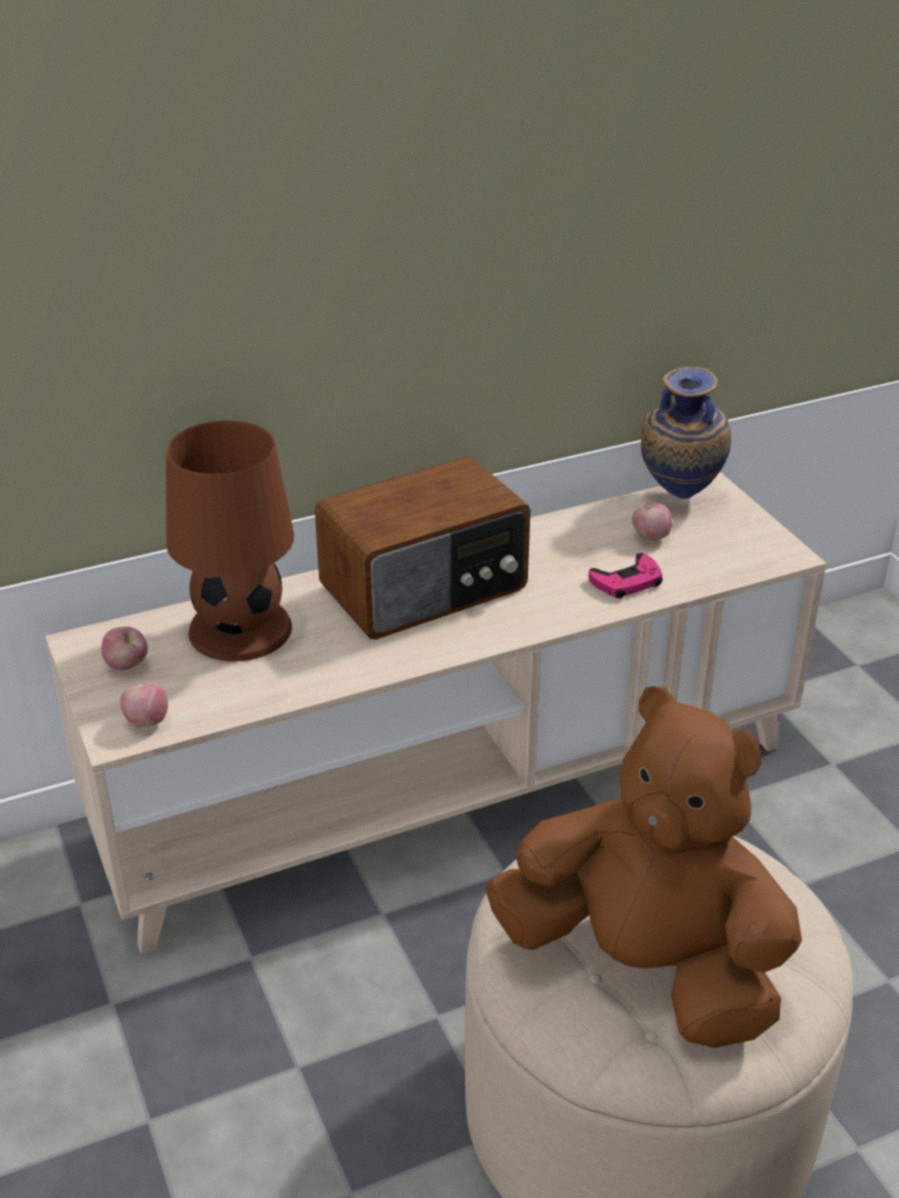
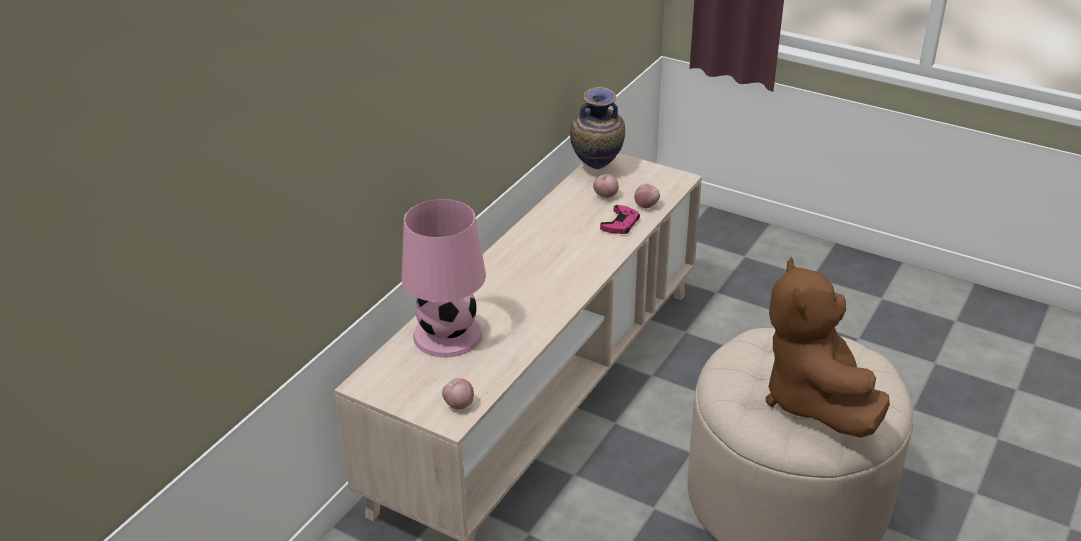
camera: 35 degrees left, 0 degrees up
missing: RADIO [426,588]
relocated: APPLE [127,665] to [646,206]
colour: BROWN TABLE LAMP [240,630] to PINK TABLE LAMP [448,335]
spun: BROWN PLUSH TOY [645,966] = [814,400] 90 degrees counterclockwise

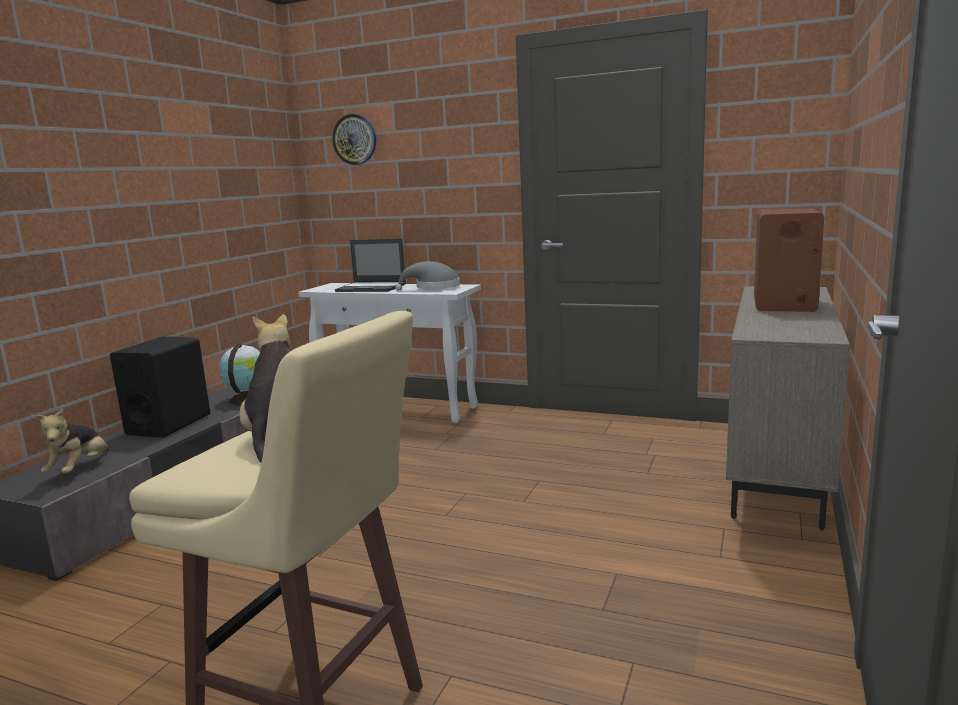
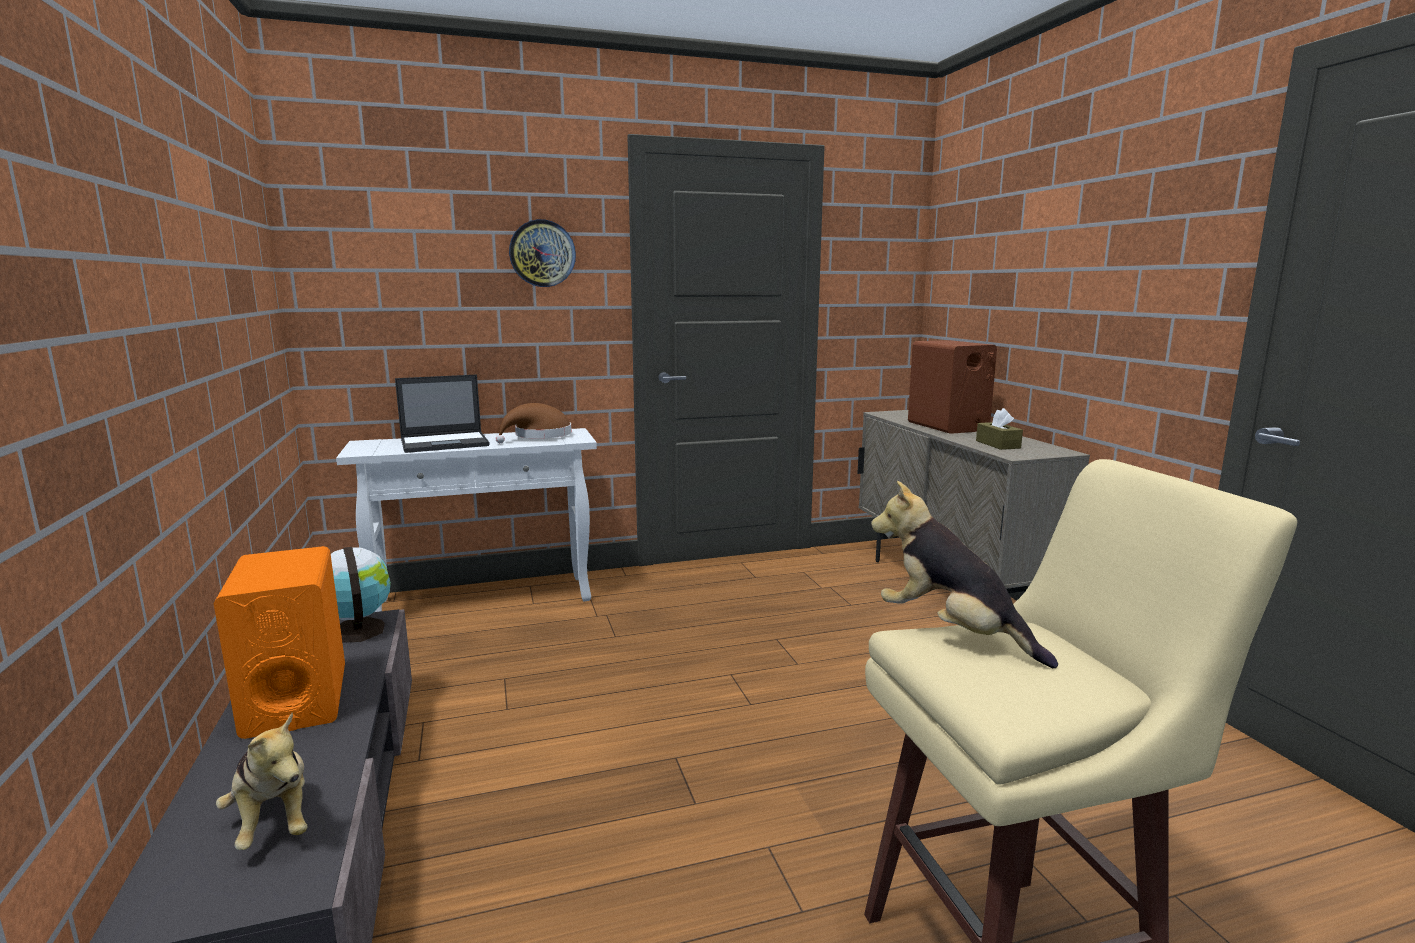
camera: 40 degrees left, 0 degrees up
appeared: BROWN TISSUE BOX [997,444]
relocated: WALL CLOCK [355,139] to [542,253]
colour: GREY HAT [434,287] to BROWN HAT [539,436]; BLACK SPEAKER [169,424] to ORANGE SPEAKER [296,700]

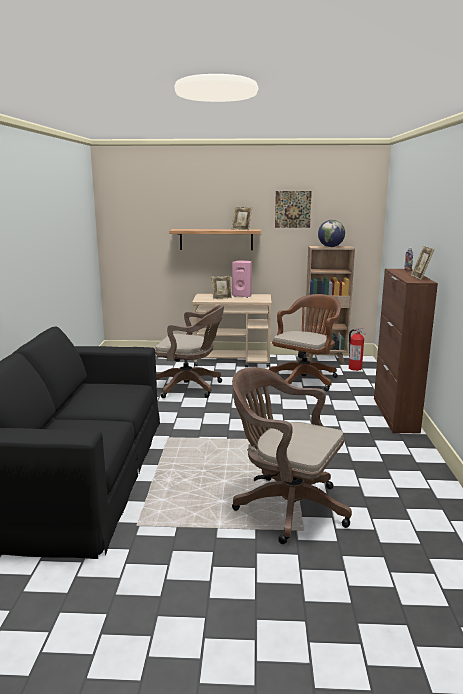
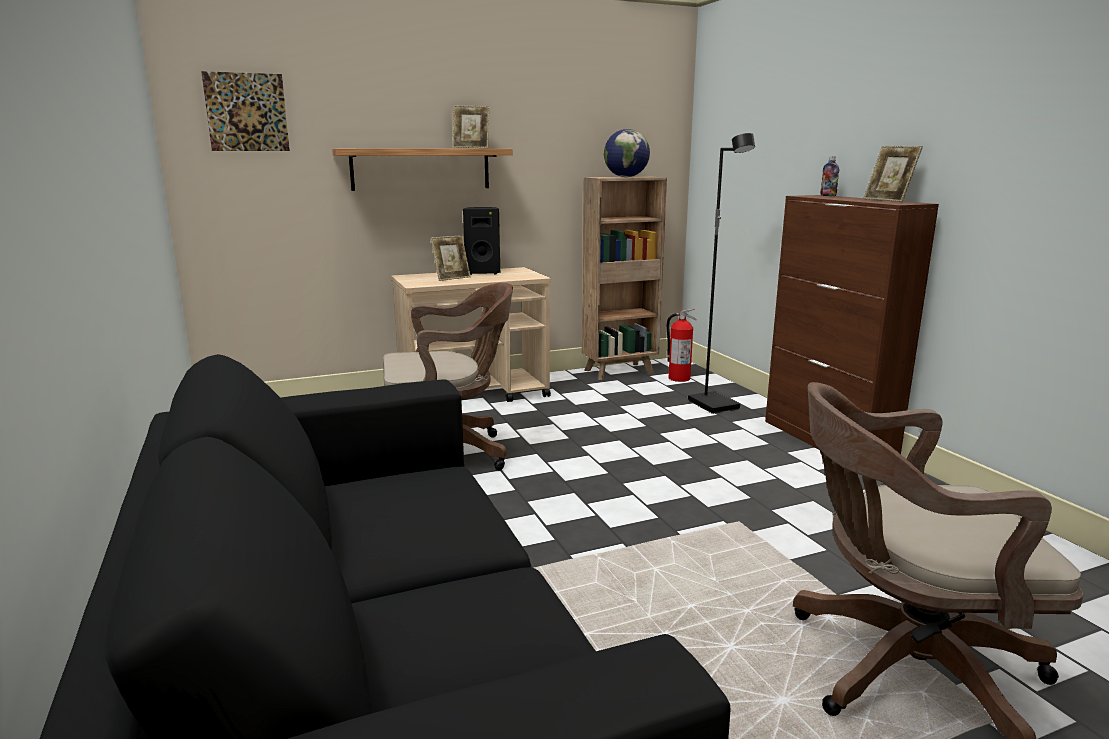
camera: 25 degrees left, 0 degrees up
missing: BROWN OFFICE CHAIR [305,379]
appeared: BLACK FLOOR LAMP [714,405]
relocated: PICTURE [293,209] to [247,112]
colour: PINK SPEAKER [242,296] to BLACK SPEAKER [483,272]

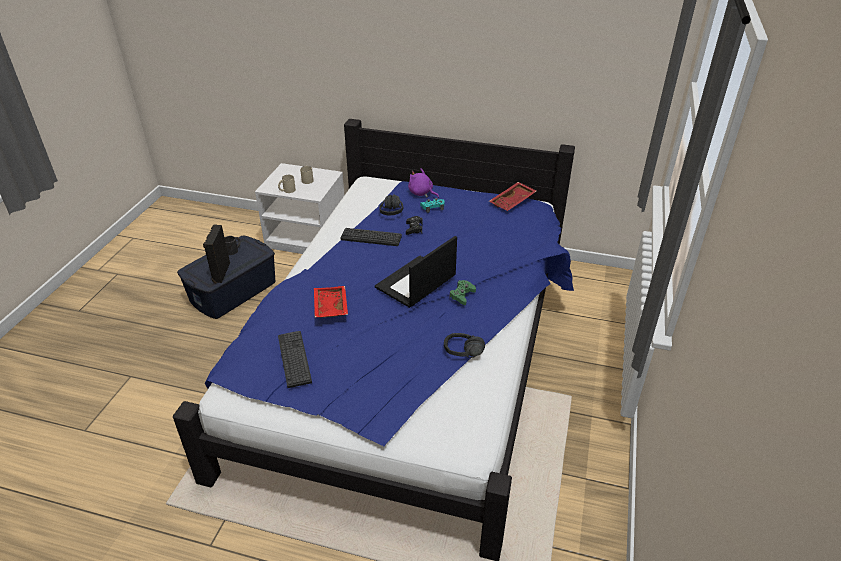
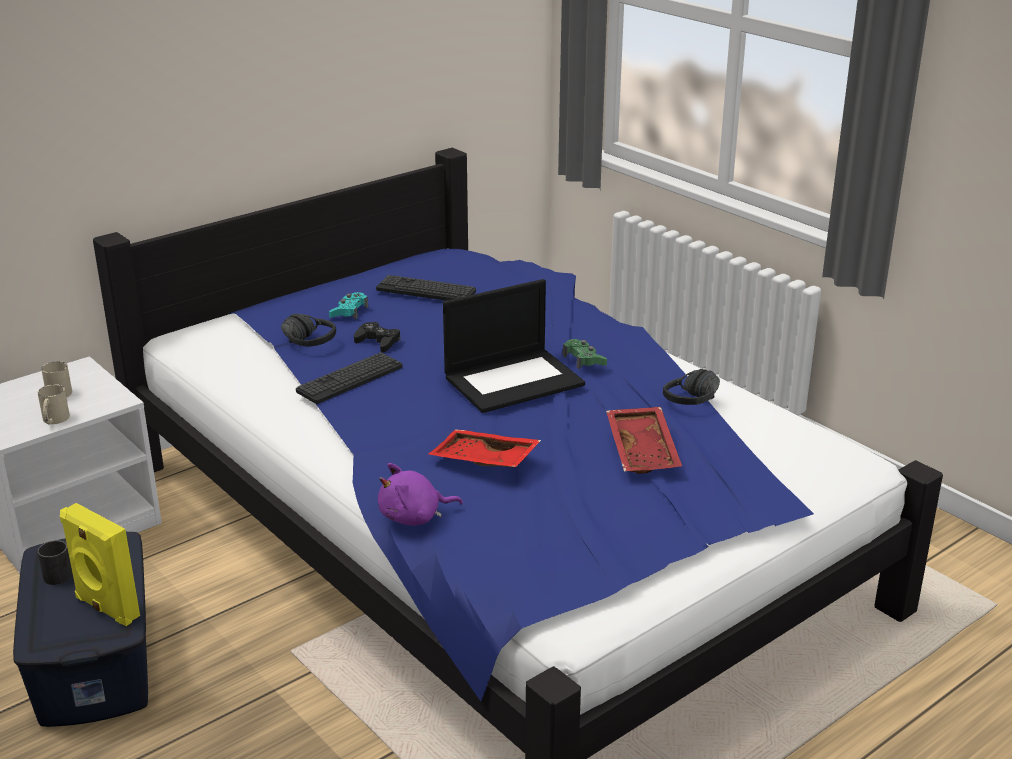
camera: 55 degrees left, 10 degrees down
relocated: PURPLE PLUSH TOY [421,193] to [414,517]; RED TRAY [513,202] to [644,450]; KEYBOARD [294,359] to [426,290]
colour: BLACK SPEAKER [220,272] to YELLOW SPEAKER [106,608]
spun: LAPTOP [415,282] = [514,380] 105 degrees counterclockwise

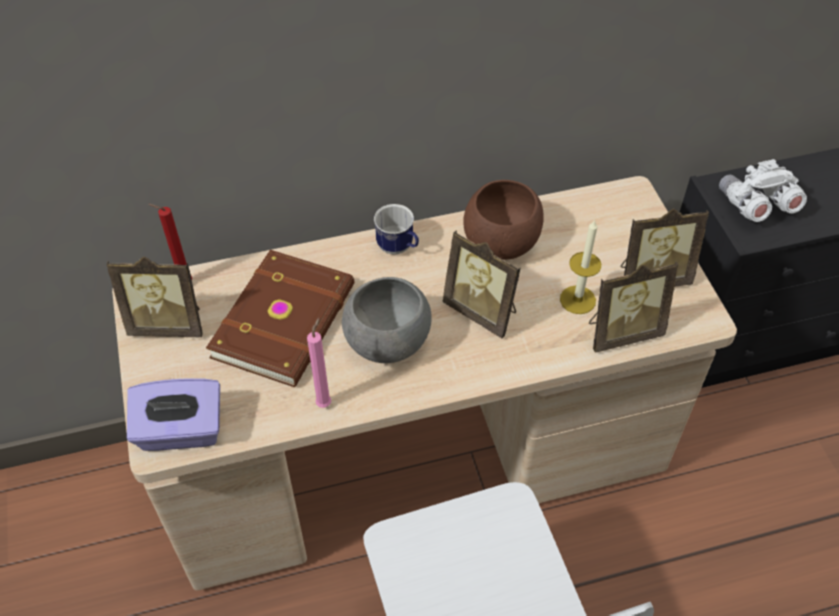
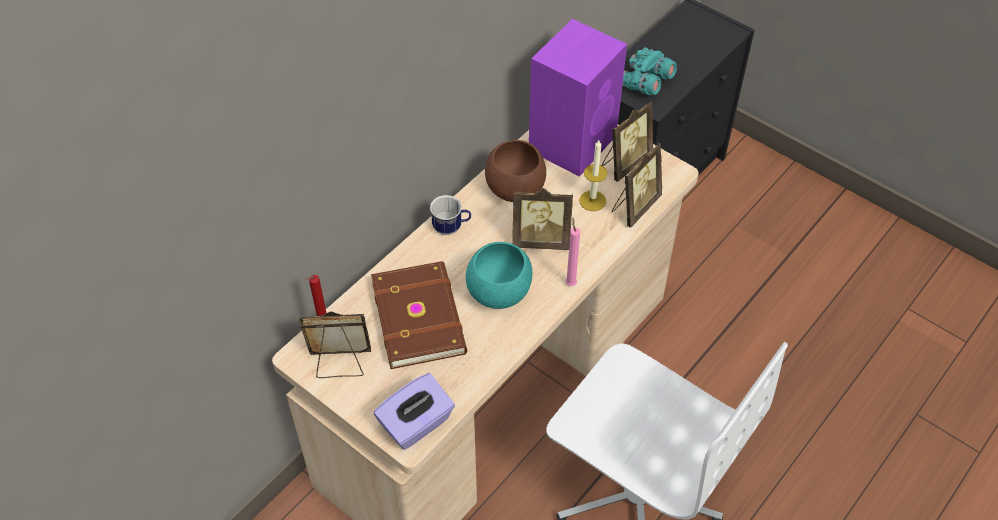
camera: 35 degrees left, 0 degrees up
appeared: PURPLE SPEAKER [573,141]
relocated: PINK CANDLE [325,402] to [570,283]
colour: WHITE BINOCULARS [755,206] to TURQUOISE BINOCULARS [643,84]; GREY BOWL [389,343] to TURQUOISE BOWL [500,293]
spun: PICTURE FRAME [169,324] = [340,364] 150 degrees counterclockwise

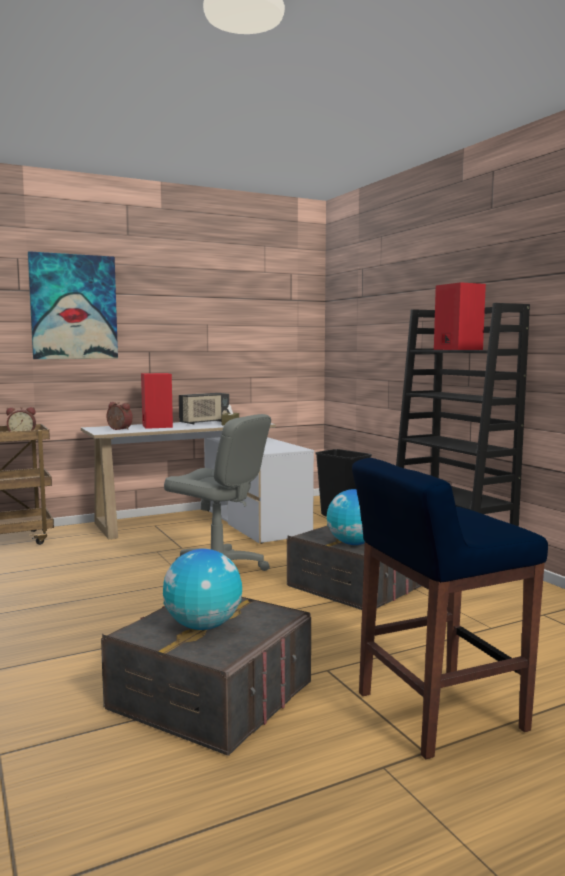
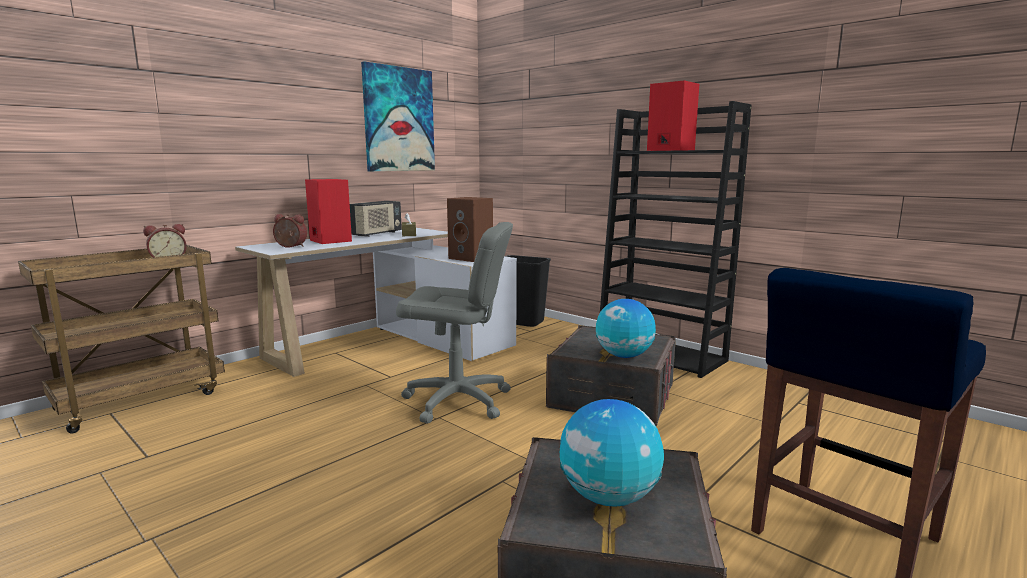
camera: 20 degrees left, 5 degrees up
appeared: BROWN SPEAKER [472,258]
relocated: PICTURE [74,307] to [399,120]

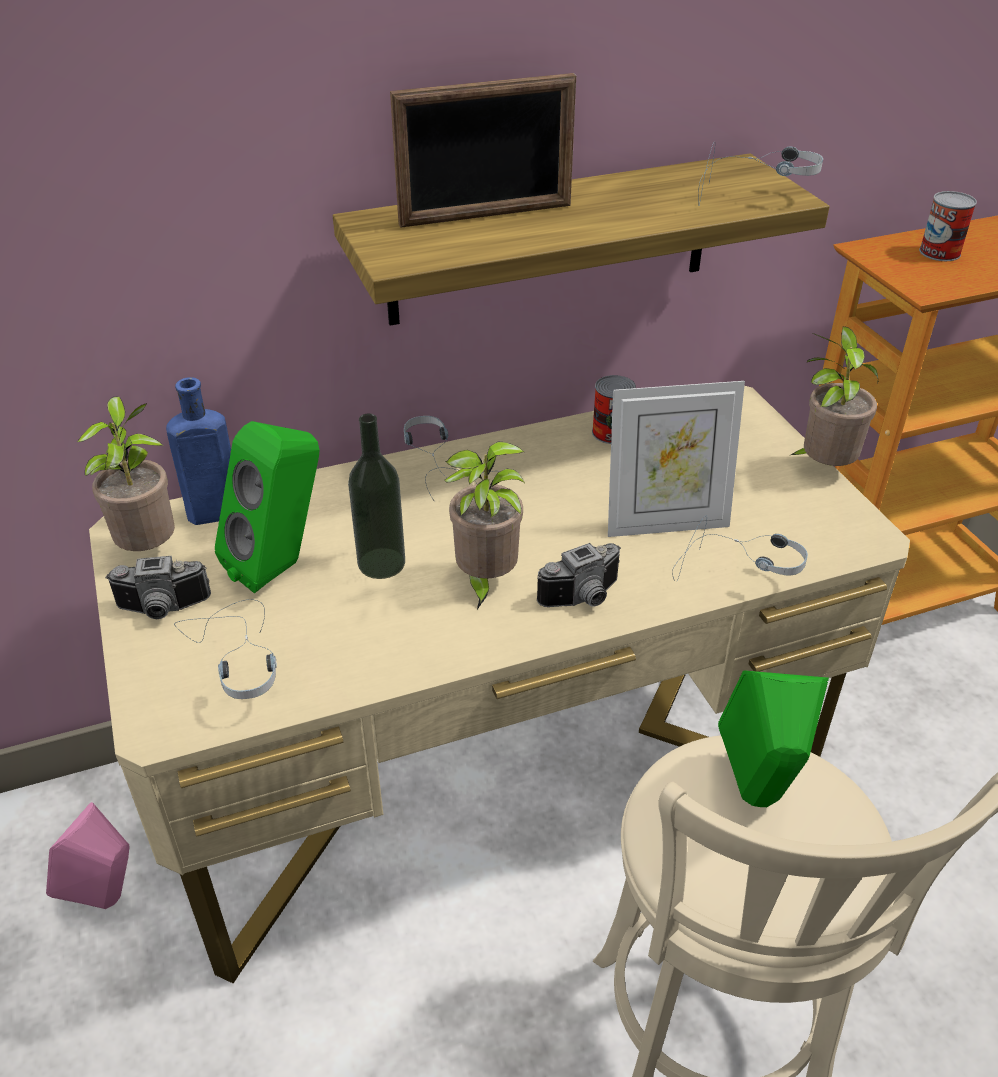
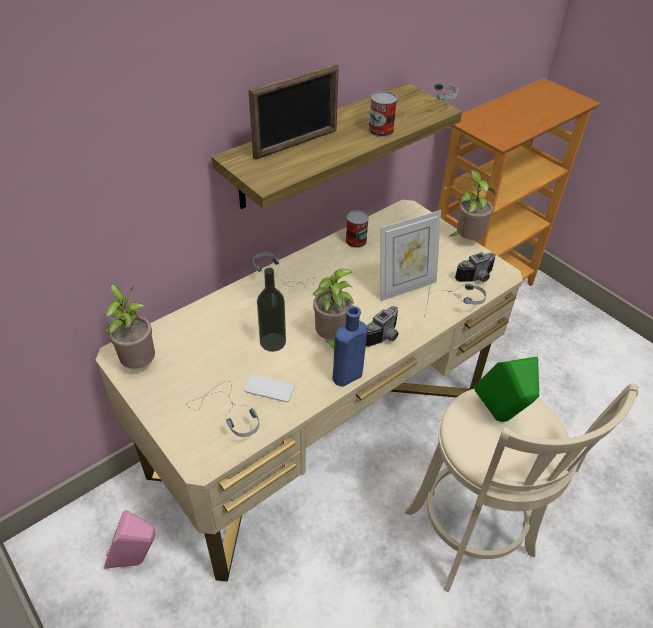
camera: 20 degrees left, 5 degrees up
missing: GREEN SPEAKER [282,566]
appeared: PHONE [269,389]
relocated: CAN [939,252] to [381,130]; BLUE BOTTLE [210,514] to [345,377]; PHOTO CAMERA [162,610] to [477,278]

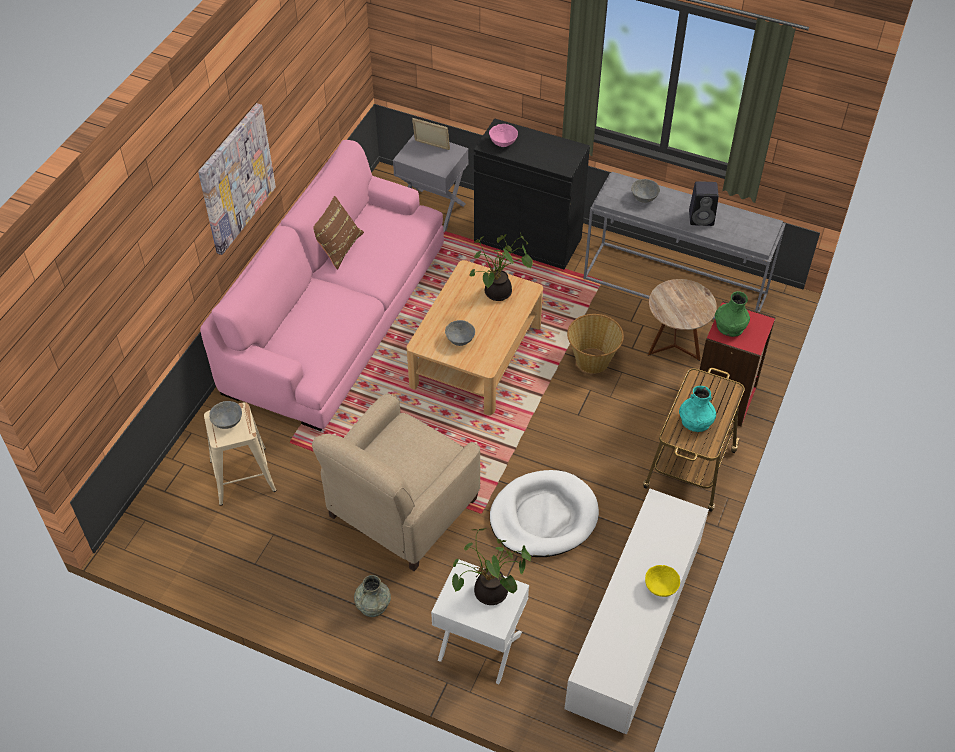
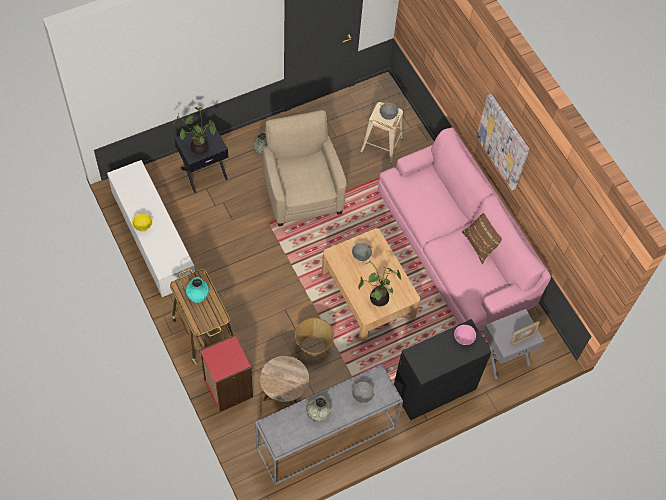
camera: 125 degrees right, 10 degrees up
missing: GREEN VASE [730,326]; WHITE DOG BED [543,517]
exchanged: BLACK SPEAKER [702,218] to GREY VASE [318,413]
colour: WHITE SIDE TABLE [479,647] to BLACK SIDE TABLE [203,173]

